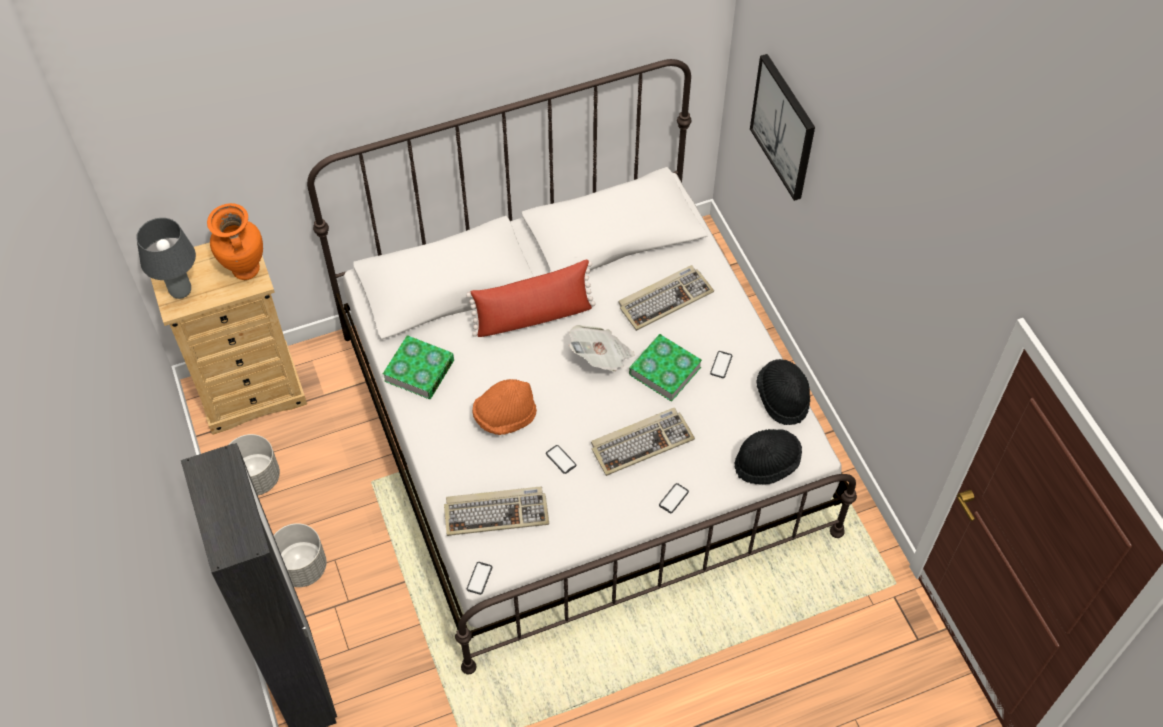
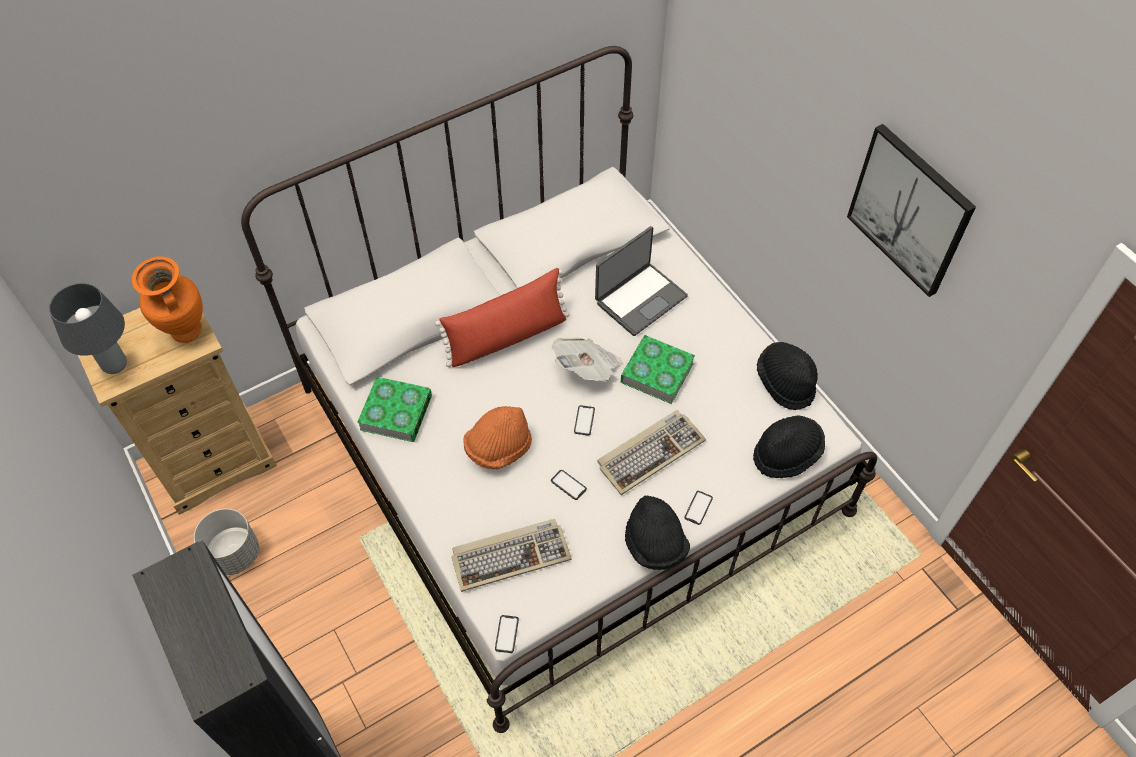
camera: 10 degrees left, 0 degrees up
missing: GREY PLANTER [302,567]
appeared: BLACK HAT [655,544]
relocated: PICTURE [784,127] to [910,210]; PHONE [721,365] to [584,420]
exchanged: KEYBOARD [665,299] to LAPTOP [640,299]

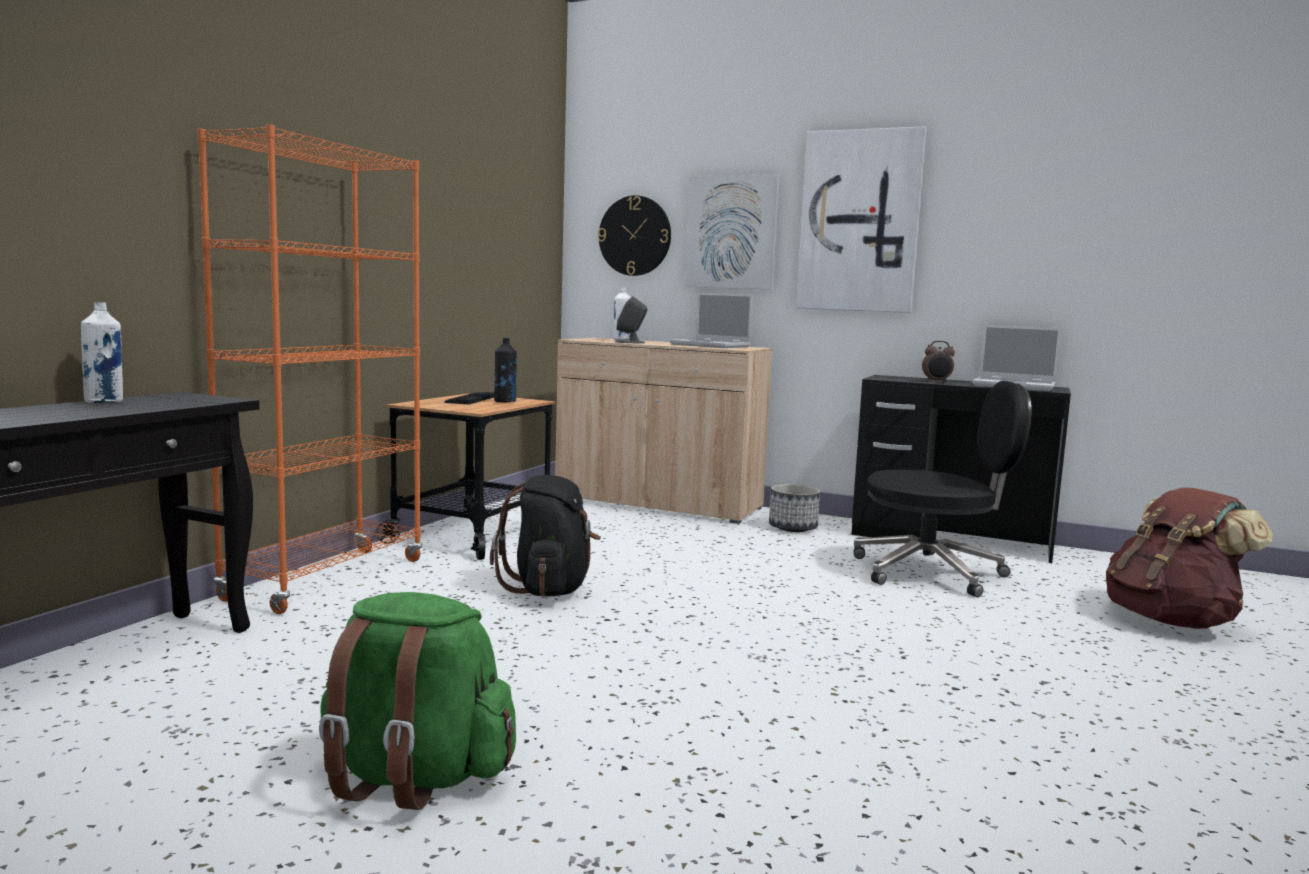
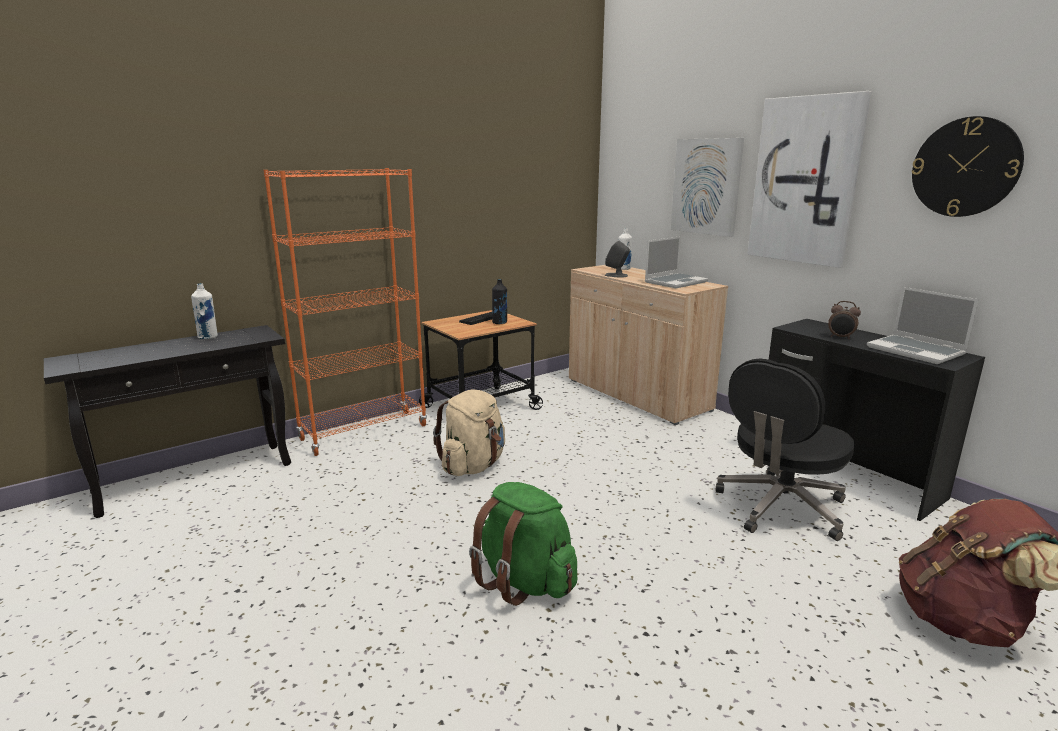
camera: 30 degrees right, 10 degrees up
missing: PLANTER [793,528]
relocated: WALL CLOCK [635,236] to [965,167]; GREEN BACKPACK [414,777] to [524,582]
colour: BLACK BACKPACK [549,589] to BEIGE BACKPACK [473,466]
spun: LAPTOP [711,345] = [675,282] 105 degrees counterclockwise; BLACK OFFICE CHAIR [932,572] = [780,507] 105 degrees clockwise

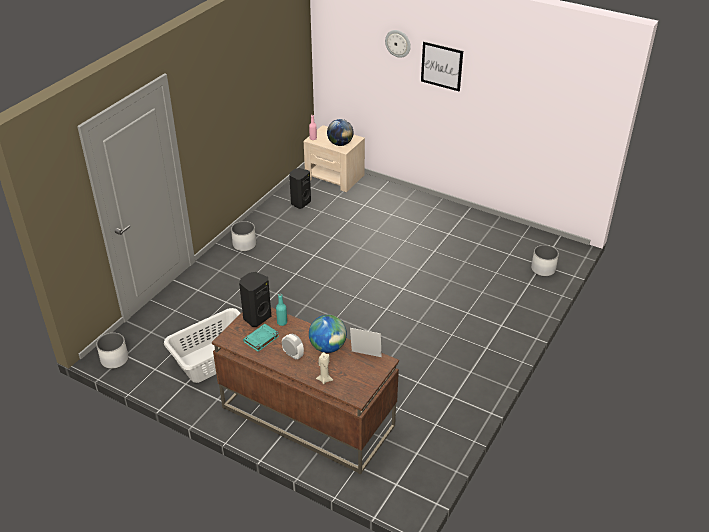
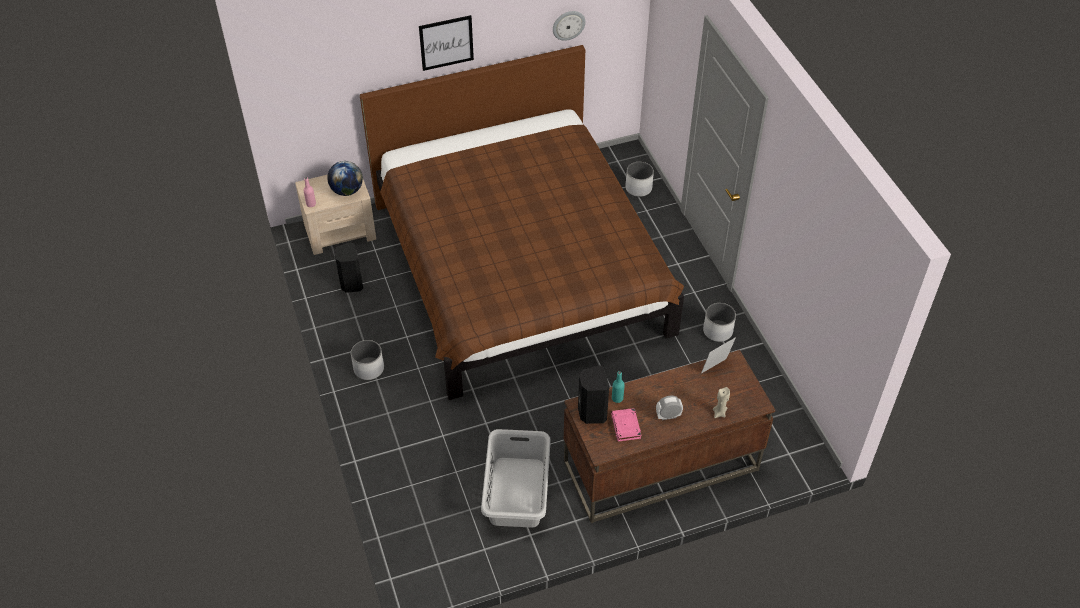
camera: 50 degrees left, 10 degrees up
missing: GLOBE [328,347]
appeared: BROWN BED [519,269]
relocated: WALL CLOCK [398,43] to [568,25]; WHITE PLANTER [115,359] to [717,331]
colour: TURQUOISE BOOK [261,339] to PINK BOOK [626,426]

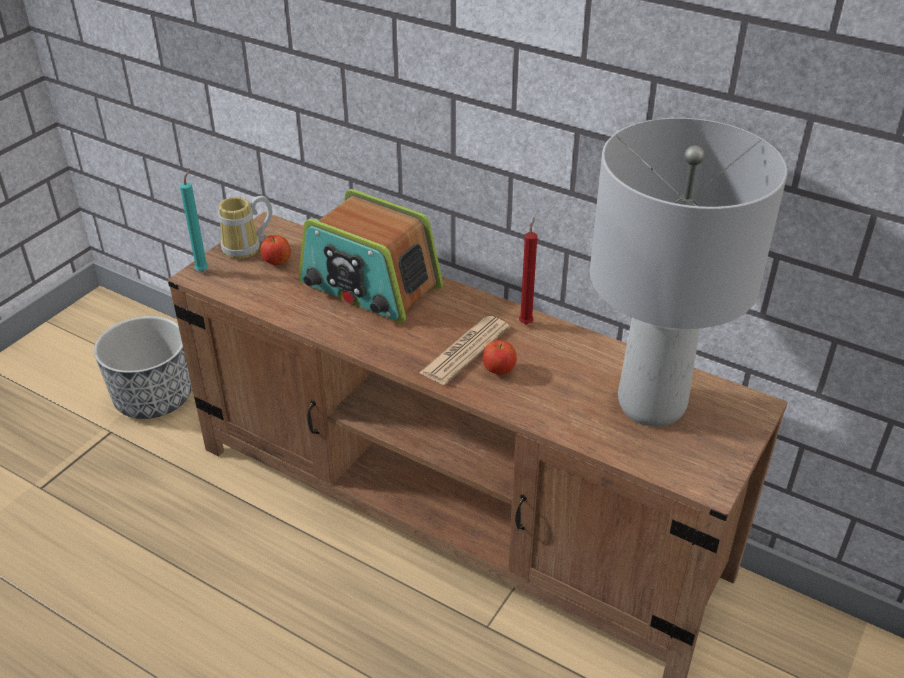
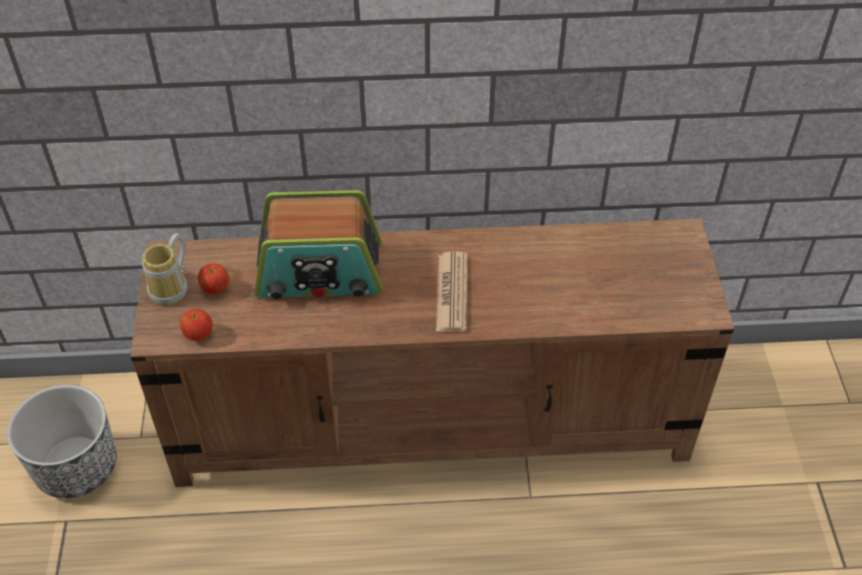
camera: 35 degrees left, 10 degrees up
missing: GREY TABLE LAMP [650,405]; TURQUOISE CANDLE [203,270]; RED CANDLE [526,322]
relocated: APPLE [499,370] to [198,334]

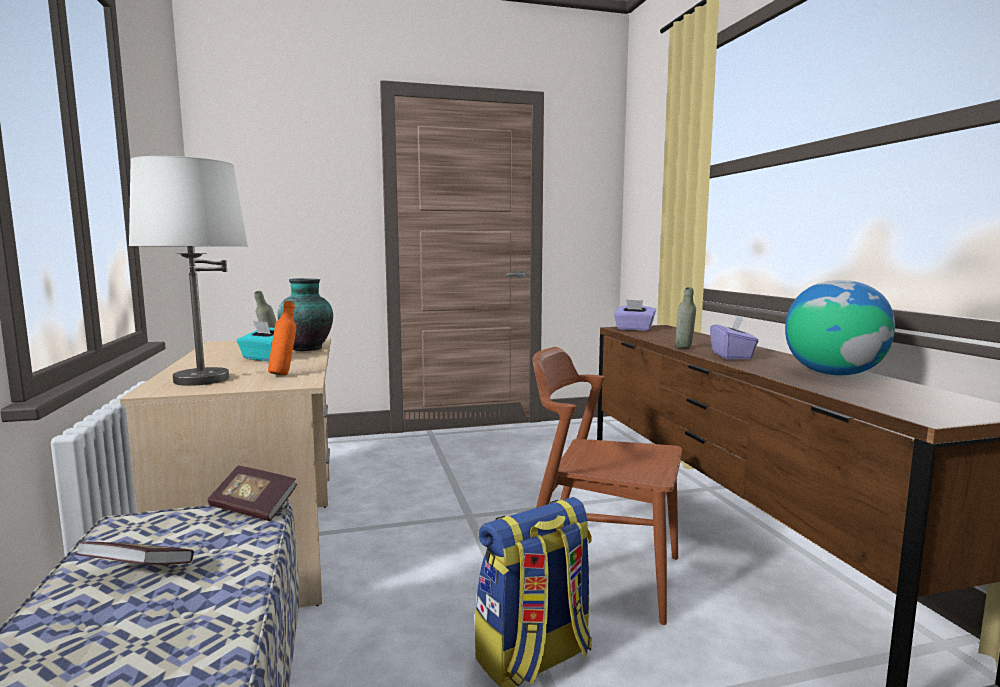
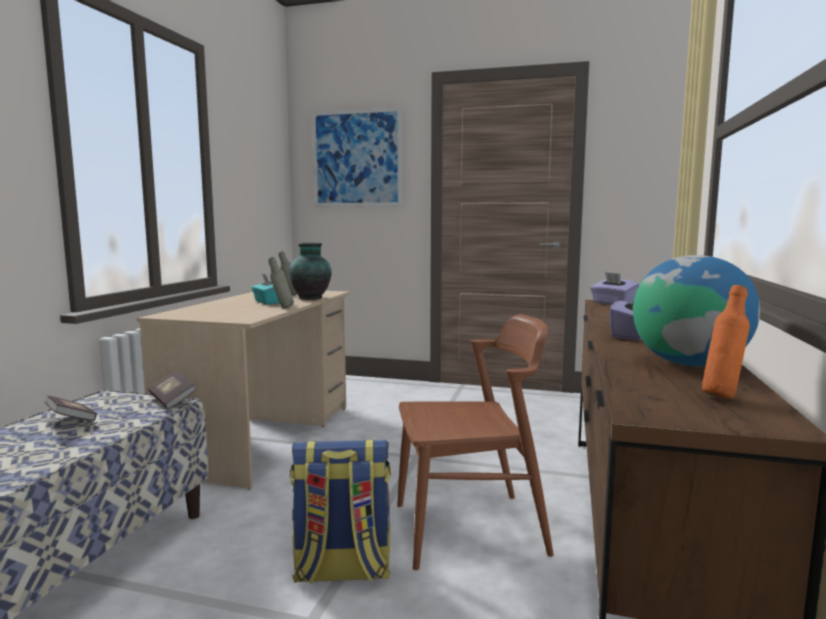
camera: 30 degrees right, 0 degrees up
missing: WHITE TABLE LAMP [201,380]
appeared: PICTURE [357,158]
relocated: GREY BOTTLE [684,348] to [282,308]; ORANGE BOTTLE [284,374] to [722,396]
spun: BROWN CHAIR [600,573] = [470,528] 120 degrees clockwise

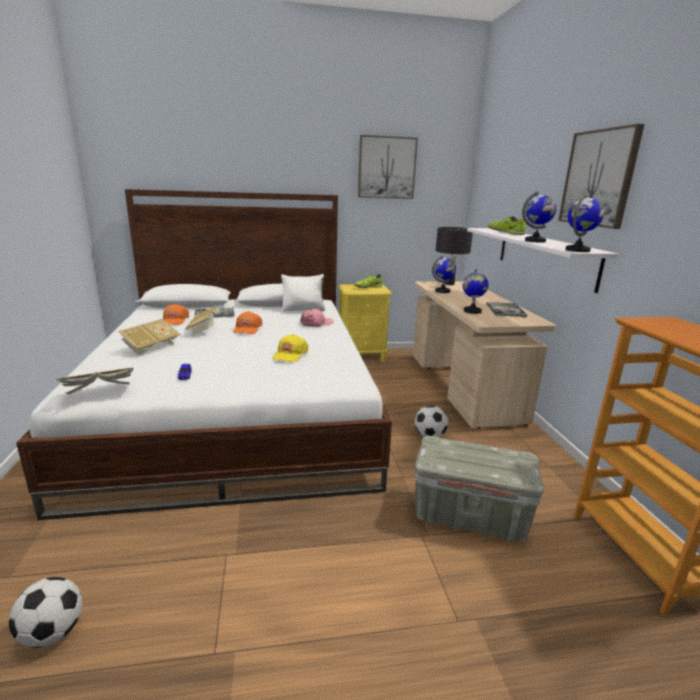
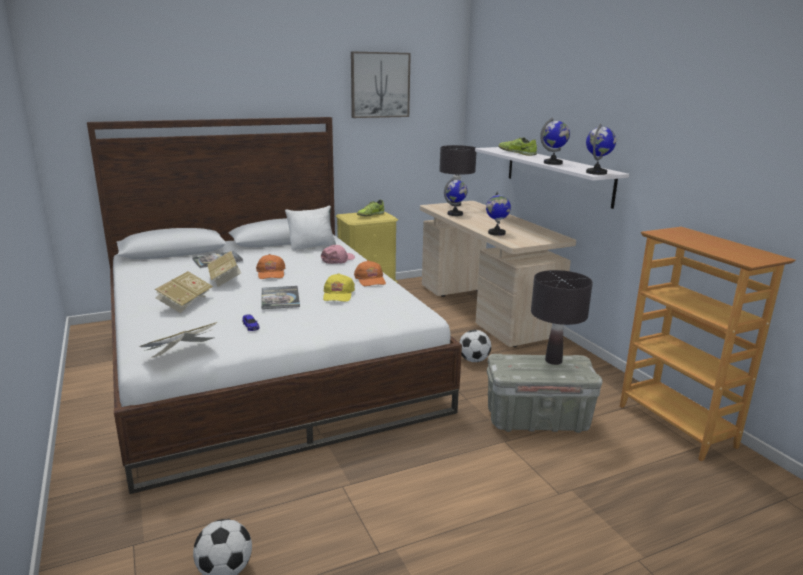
camera: 15 degrees left, 0 degrees up
missing: PICTURE [598,178]
appeared: BLACK TABLE LAMP [553,361]
relocated: BOOK [505,310] to [280,298]; ORANGE CAP [174,320] to [370,280]

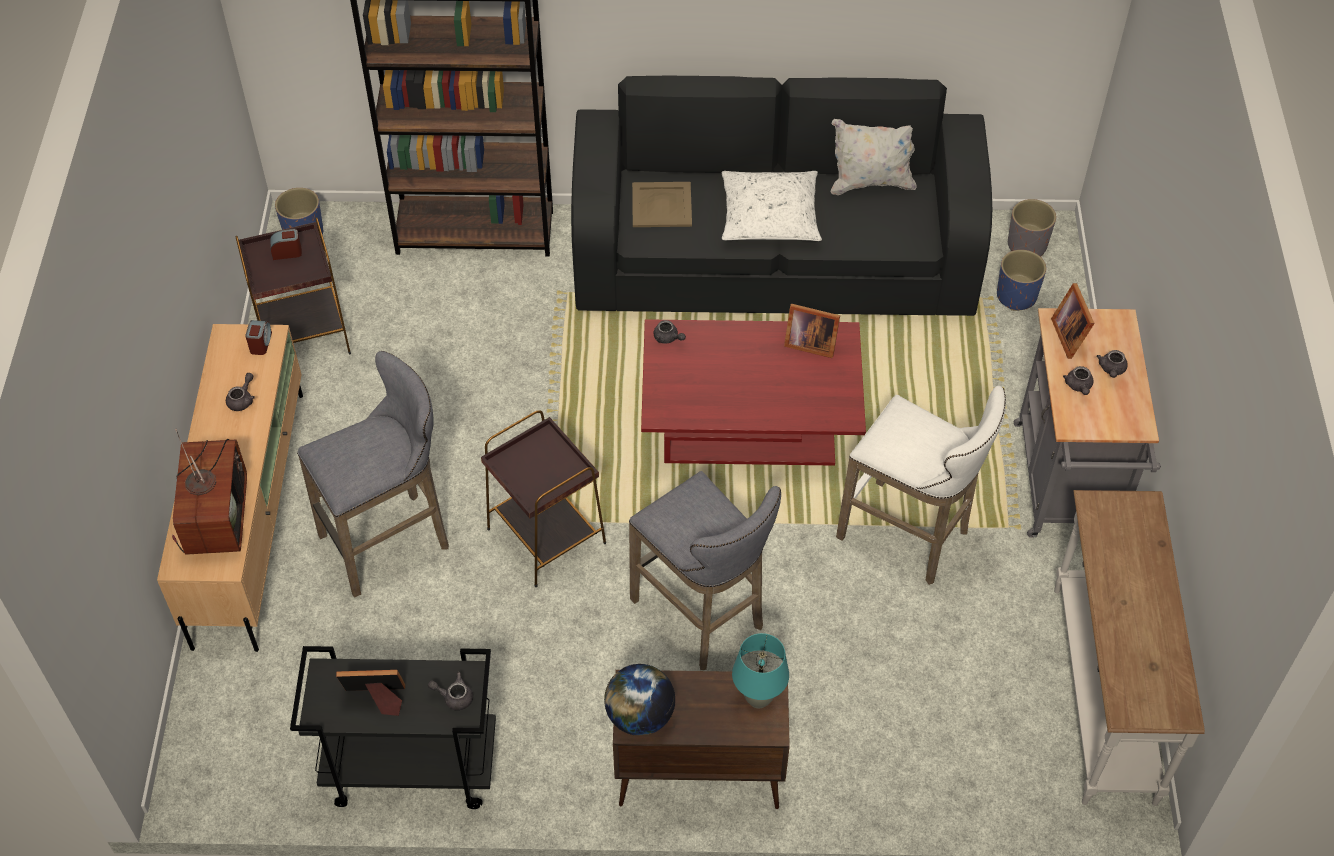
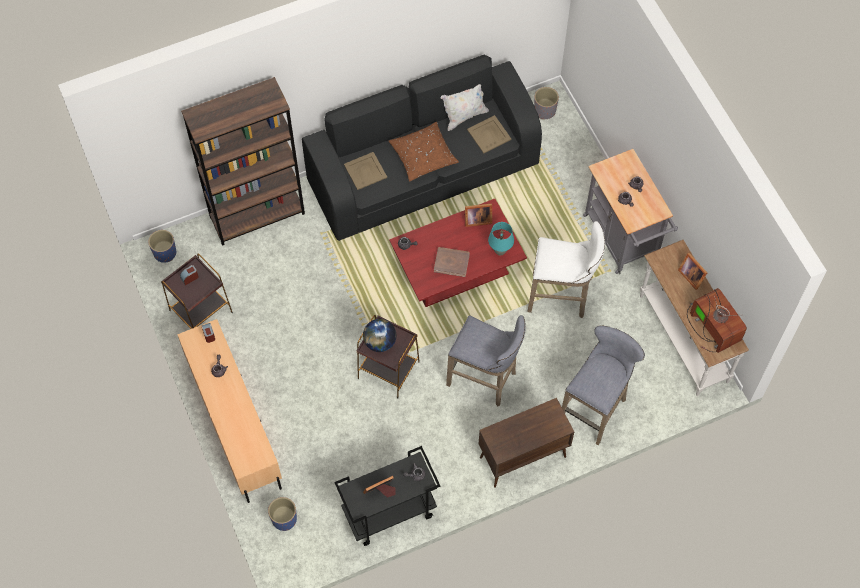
camera: 25 degrees left, 10 degrees up
appeared: BEIGE TRAY [489,134]; BROWN BOOK [451,262]
relocated: BLUE PLANTER [1017,296] to [284,519]; PICTURE FRAME [1071,335] to [691,275]; GREY STOOL [391,540] to [595,408]; TELEVISION [214,515] to [711,328]; TURQUOISE TABLE LAMP [758,699] to [500,251]; GLOBE [640,716] to [380,342]
colour: WHITE PILLOW [769,216] to BROWN PILLOW [423,156]

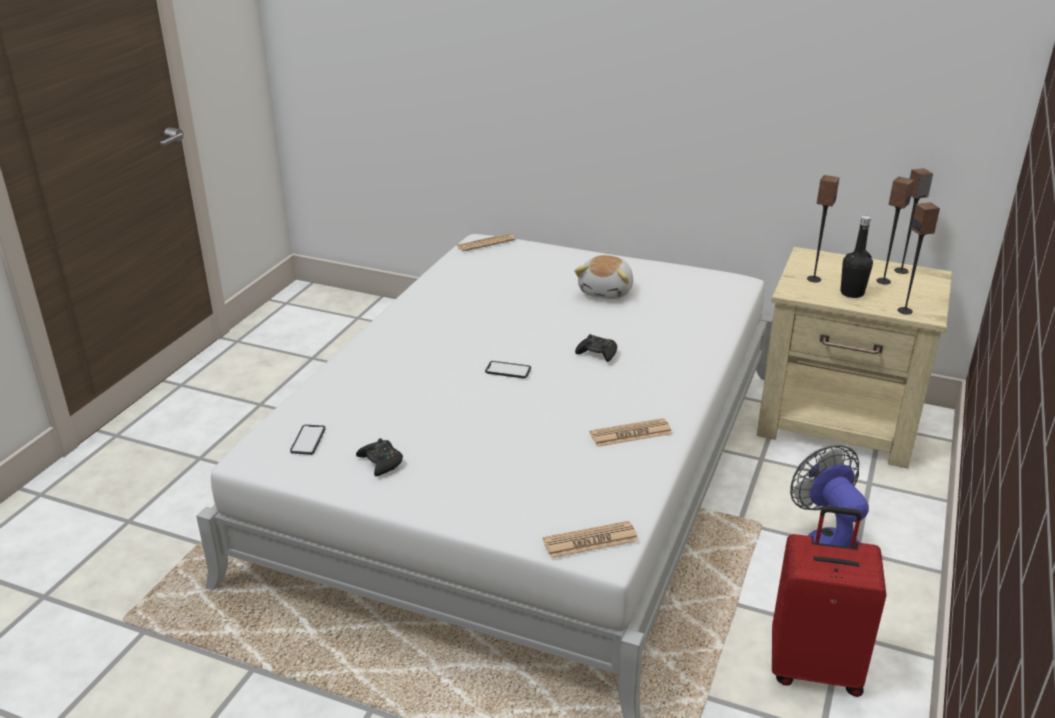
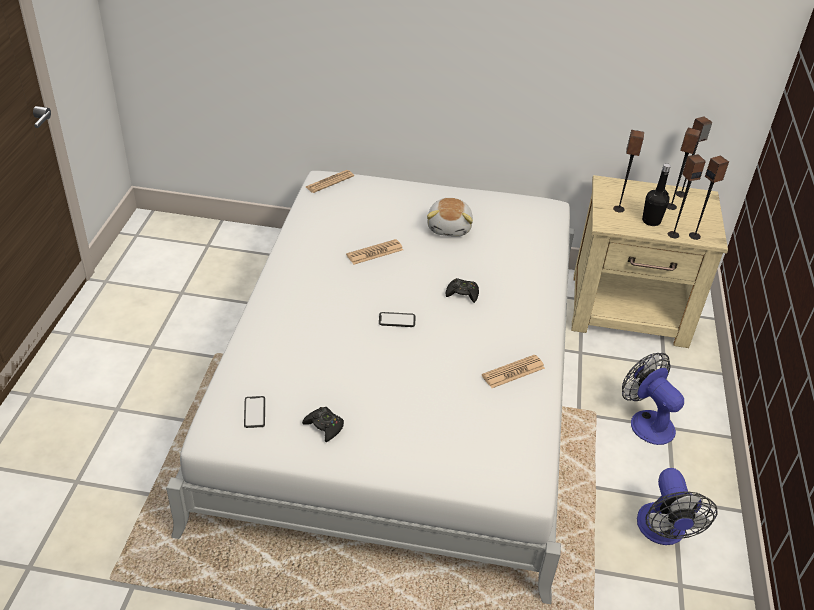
camera: 15 degrees left, 10 degrees up
appeared: SPEAKER [673,234]
relocated: NEWSPAPER [590,540] to [375,252]
exchanged: RED SUITCASE [815,667] to FAN [663,532]

